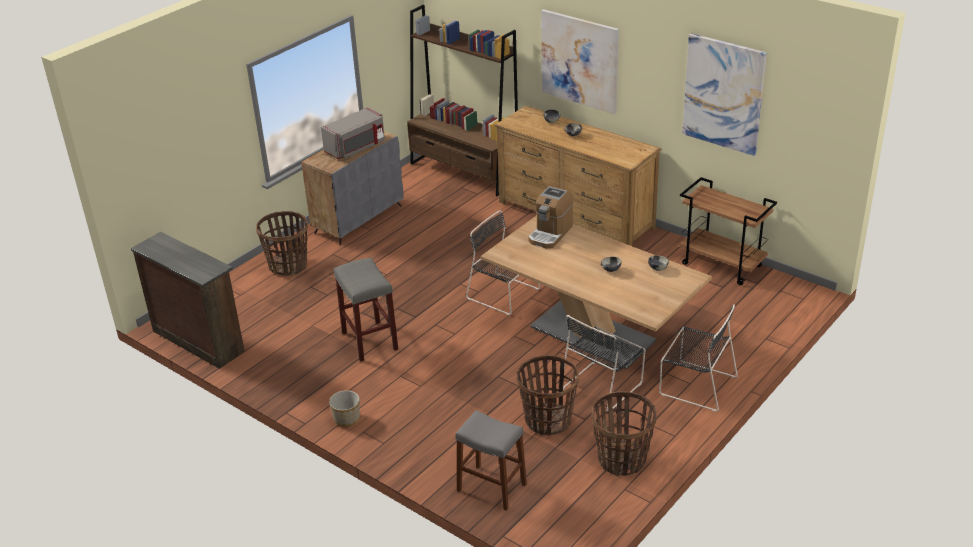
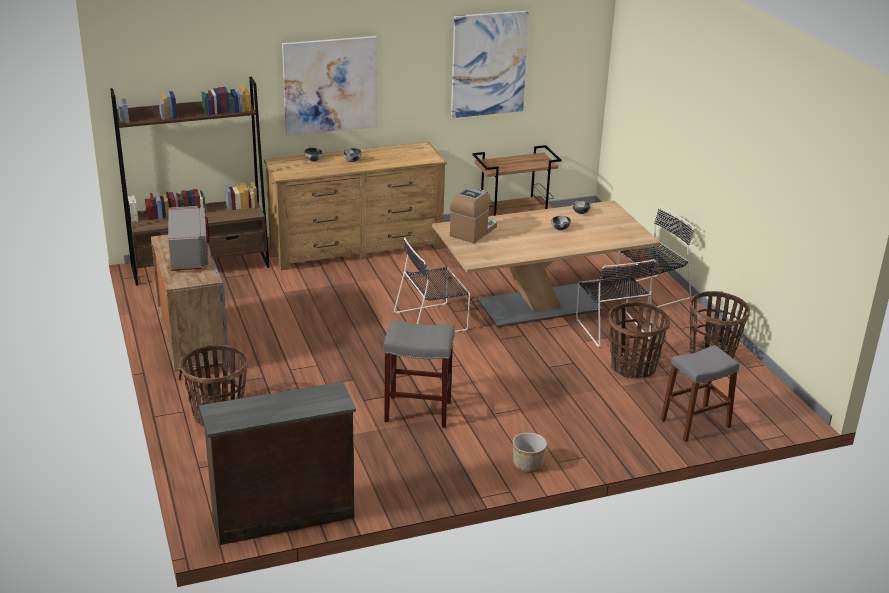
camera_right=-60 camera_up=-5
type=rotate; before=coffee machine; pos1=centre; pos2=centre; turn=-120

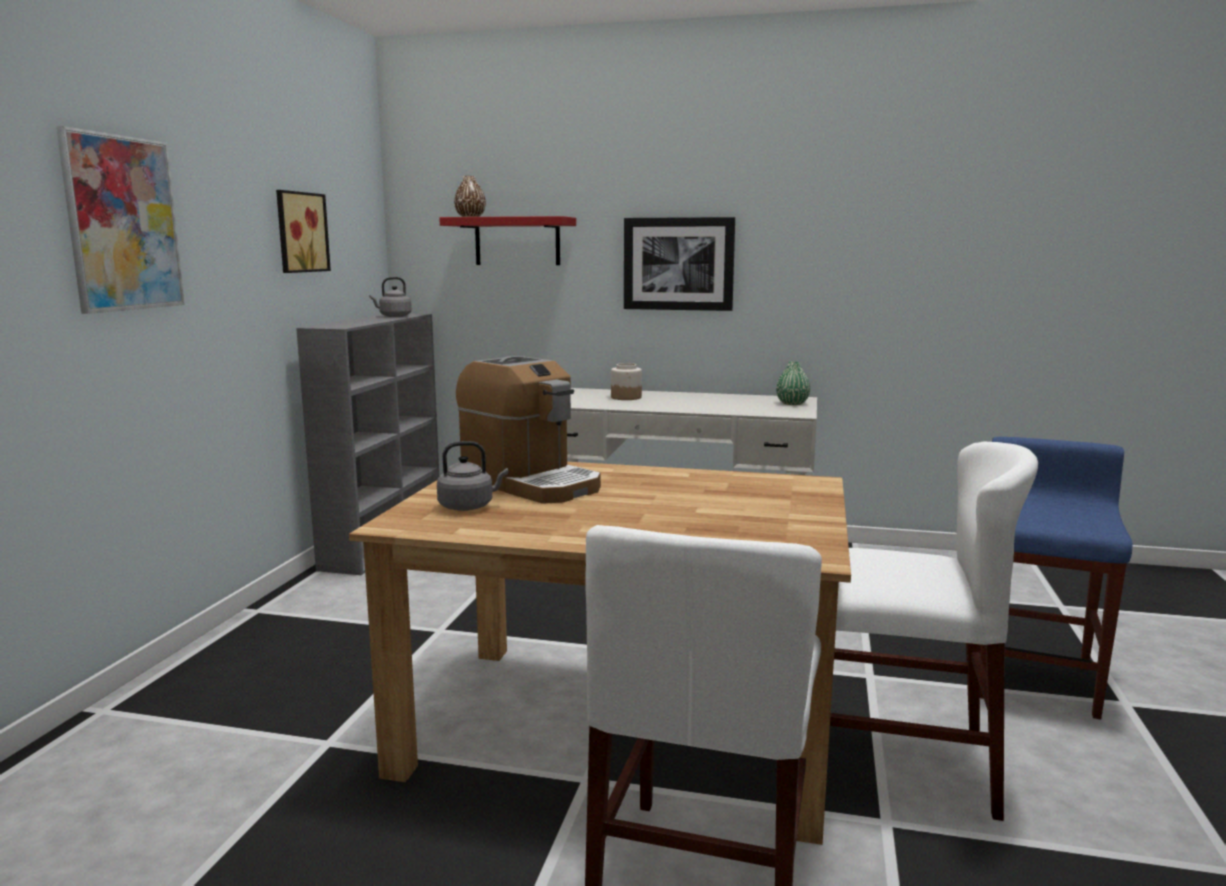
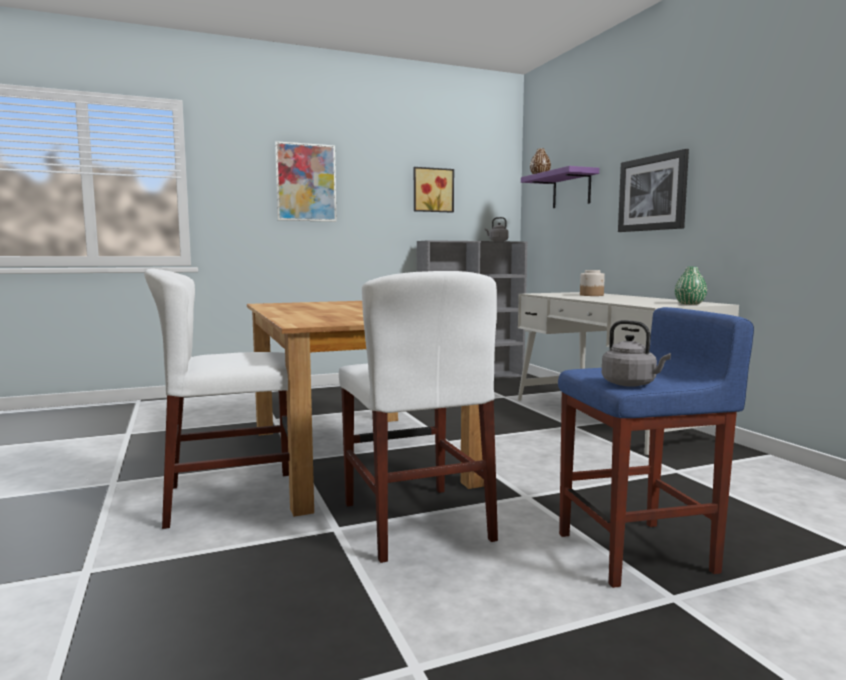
camera_right=55 camera_up=-5
type=recolor; before=red shelf; after=purple shelf; pos1=top centre; pos2=top centre
type=delete; before=coffee machine; pos1=centre
type=move; before=grey kettle (2nd from left); pos1=centre; pos2=middle right

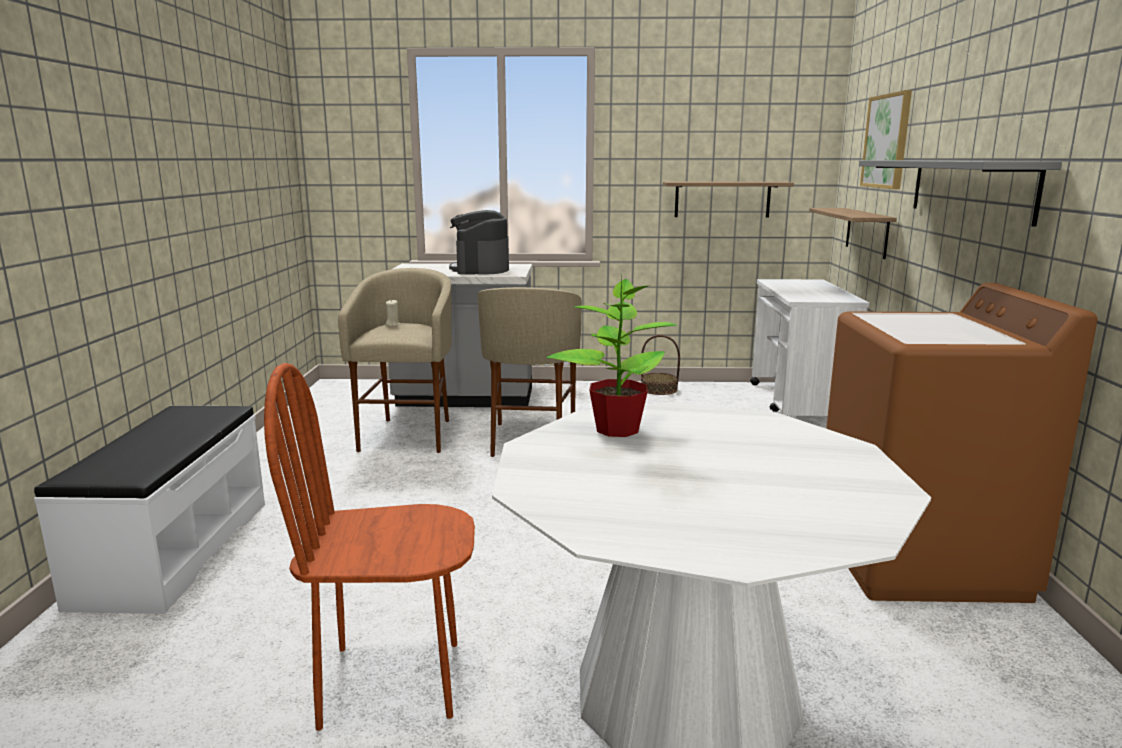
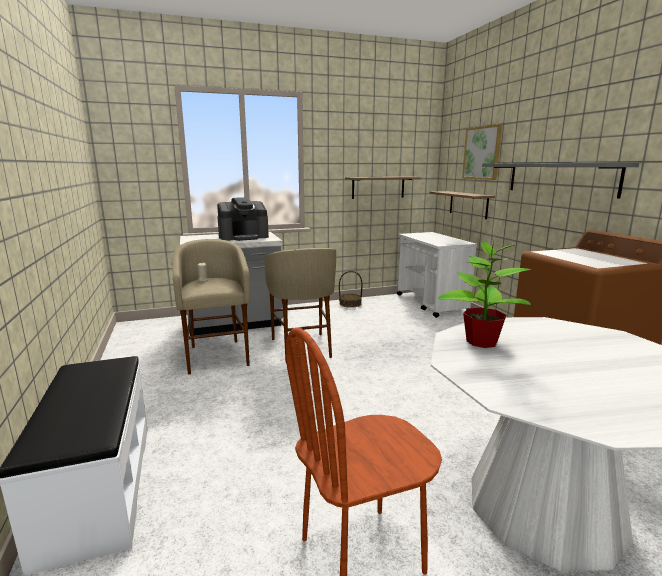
camera_right=-20 camera_up=0
type=rotate; before=coffee machine; pos1=top centre; pos2=centre; turn=-90

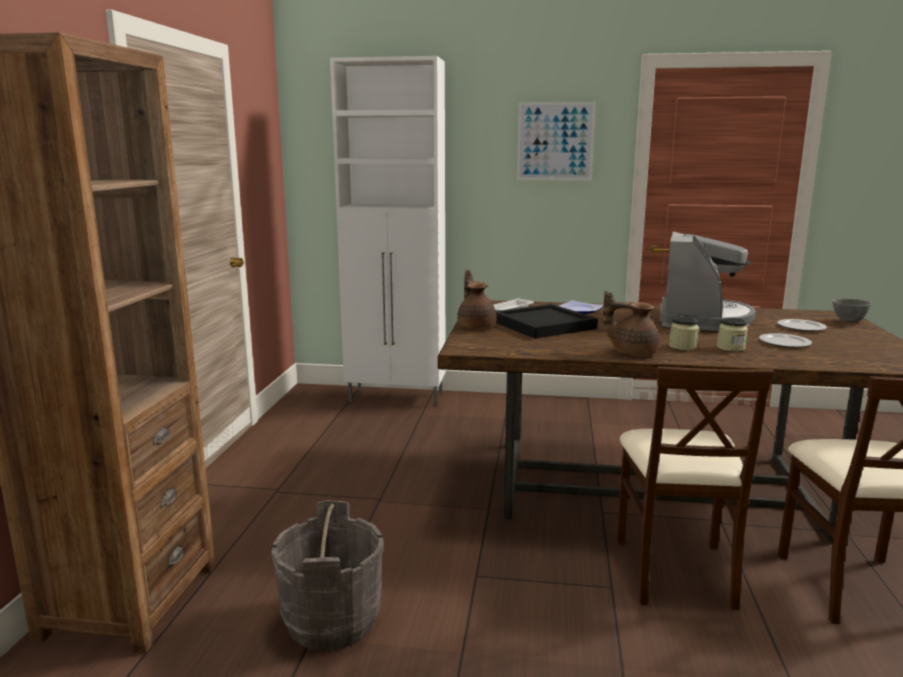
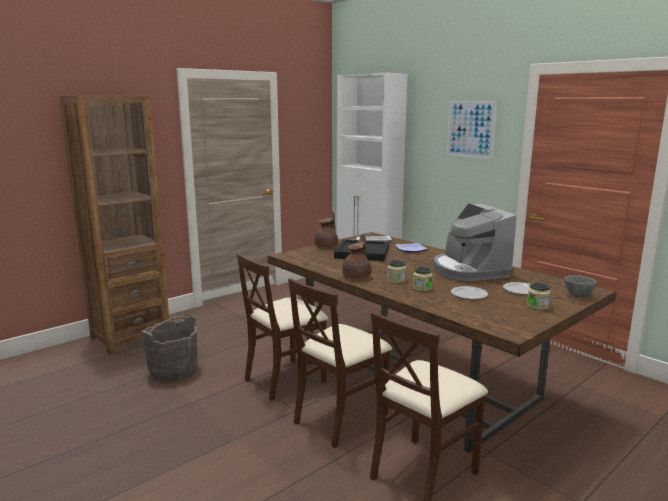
camera_right=40 camera_up=0
type=rotate; before=coffee machine; pos1=middle right; pos2=middle right; turn=105
type=rotate; before=brown teapot (2nd from left); pos1=middle right; pos2=centre; turn=45
type=insert; after=beige chair (1st from left); pos2=centre
type=insert; after=jar (3rd from left); pos2=middle right

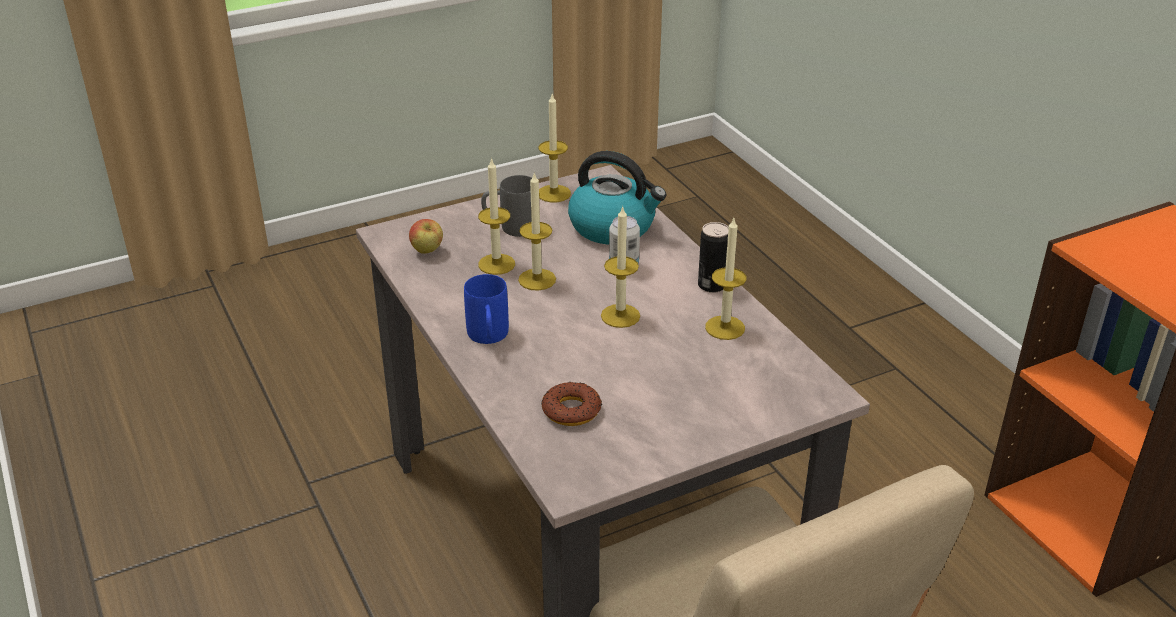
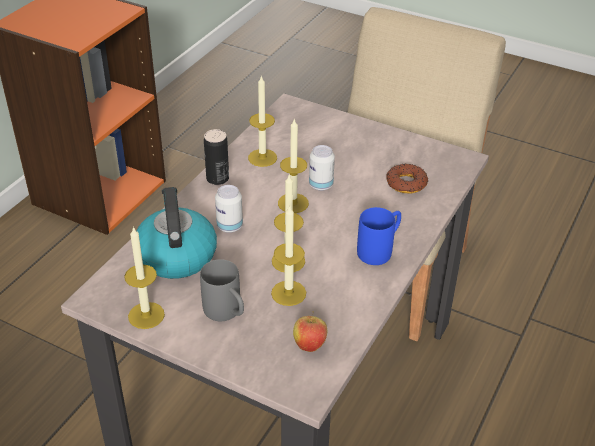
camera_right=-125 camera_up=5
type=insert; after=can (3rd from left); pos2=centre

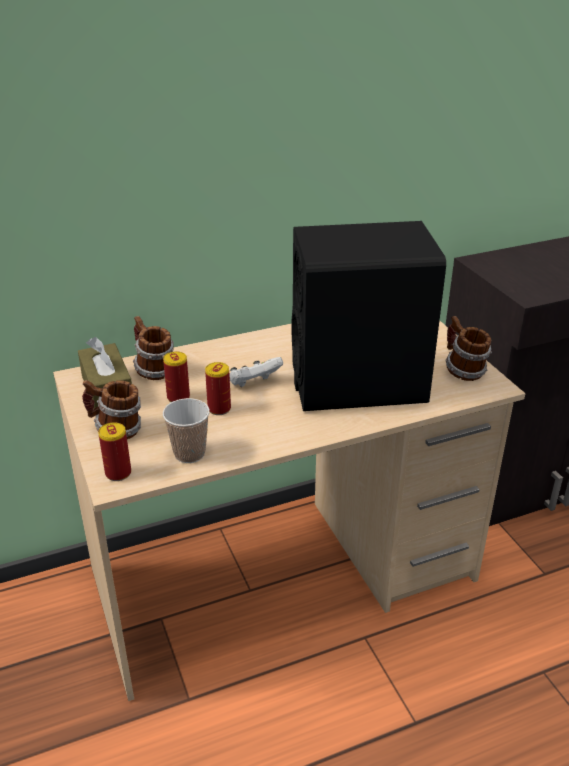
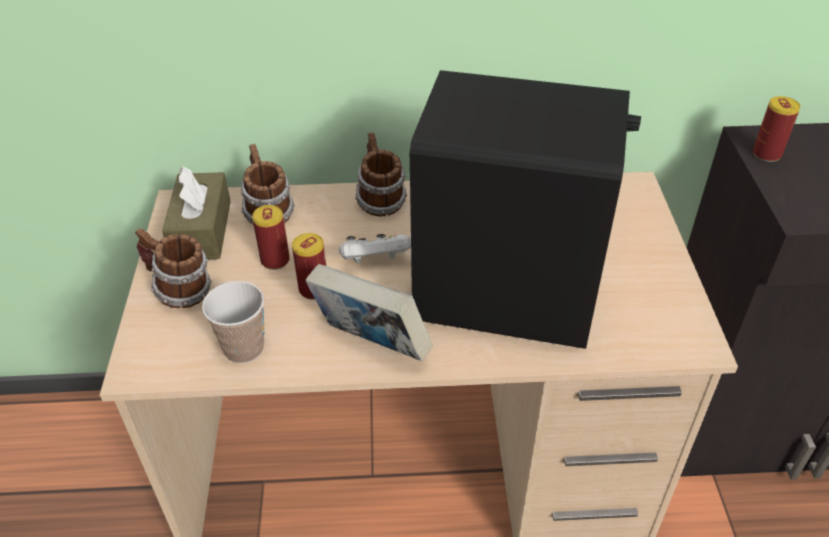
camera_right=20 camera_up=10
type=move; before=mug (3rd from left); pos1=middle right; pos2=top centre
type=move; before=can (1st from left in the first image); after=can (3rd from left); pos1=middle left; pos2=top right
type=insert; after=book; pos2=centre

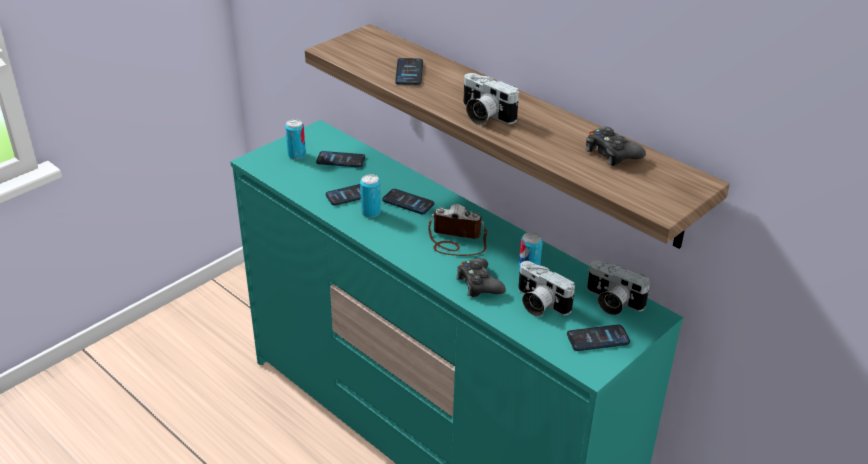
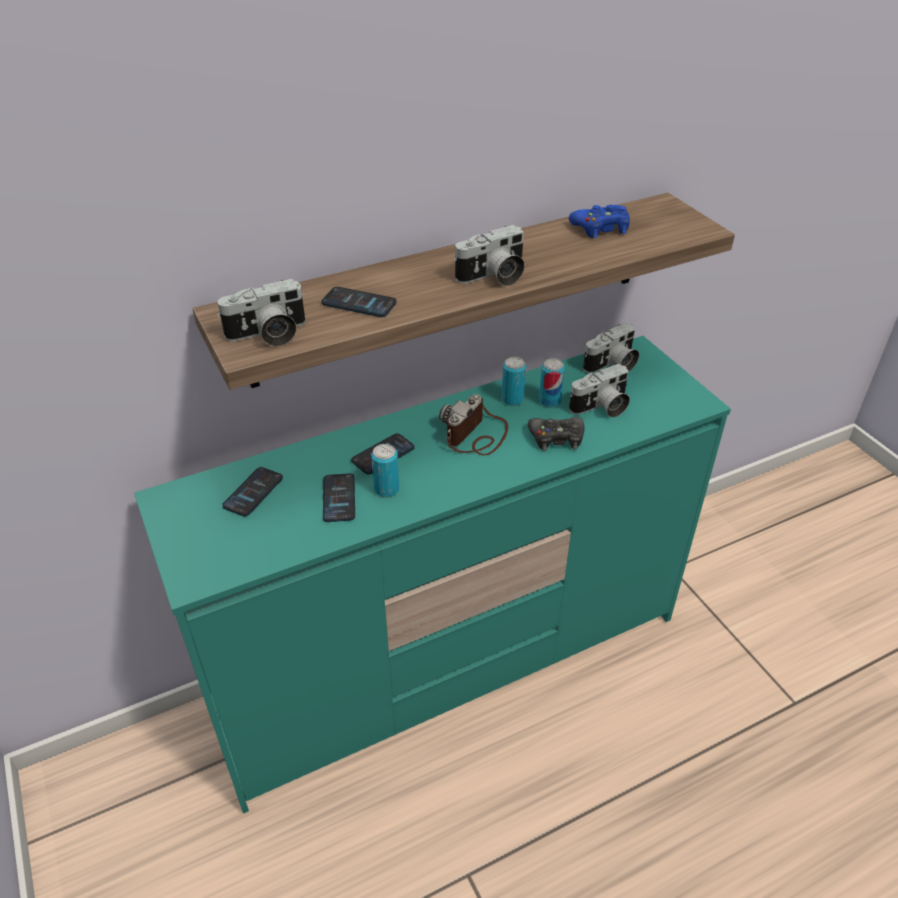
camera_right=-70 camera_up=5
type=move; before=can (1st from left in the first image); after=can (2nd from left); pos1=top centre; pos2=centre
type=recolor; before=black game controller (2nd from left); after=blue game controller; pos1=top right; pos2=top right
type=delete; before=phone (5th from left); pos1=bottom right
type=insert; after=photo camera (1st from left); pos2=middle left

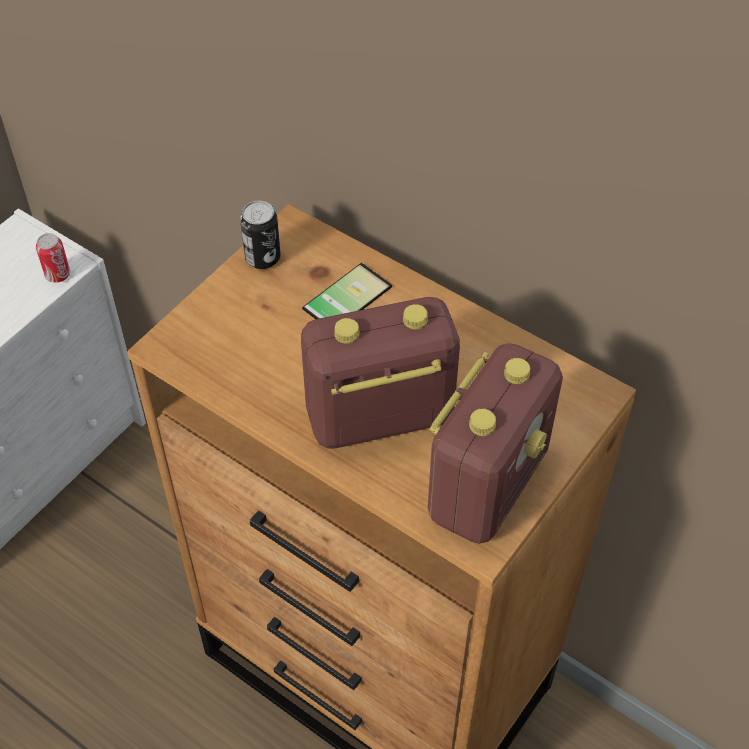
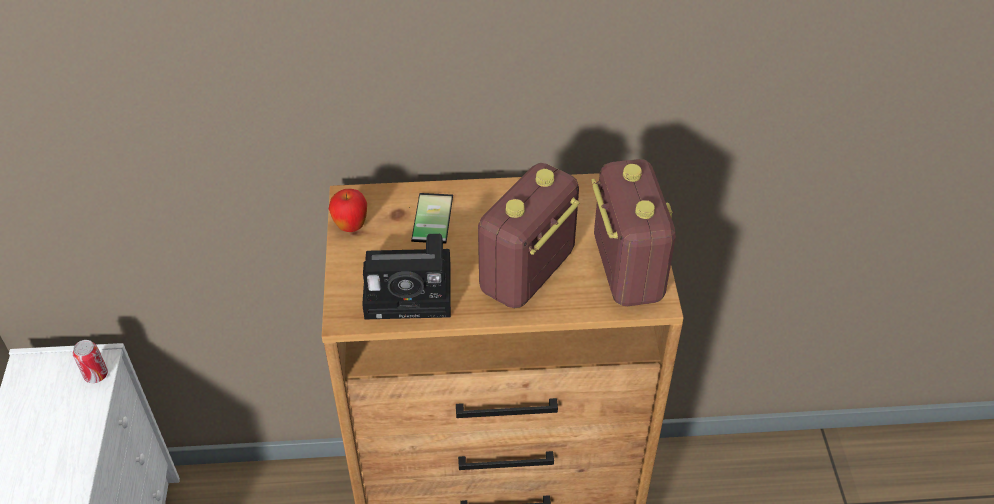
camera_right=-40 camera_up=-5
type=replace; before=can (2nd from left); after=apple; pos1=top centre; pos2=centre
type=insert; after=photo camera; pos2=centre

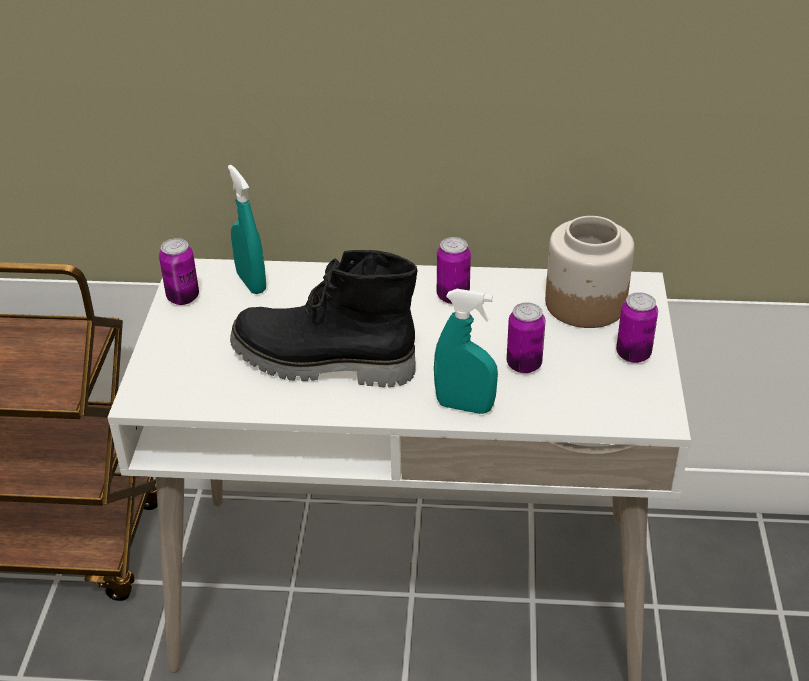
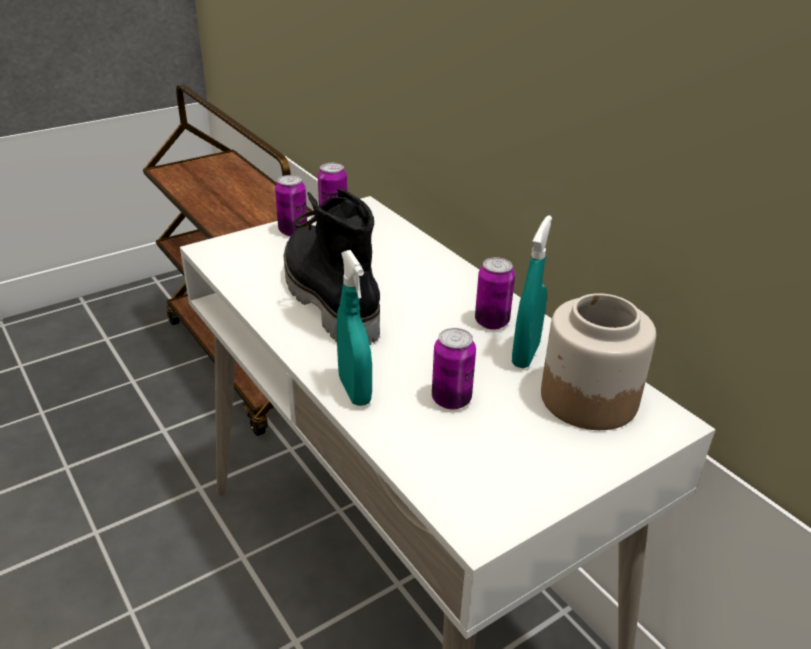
camera_right=50 camera_up=-5
type=move; before=turquoise spray bottle (1st from left in the first image); after=turquoise spray bottle (2nd from left); pos1=middle left; pos2=centre
type=move; before=can (4th from left in the first image); after=can (1st from left); pos1=middle right; pos2=top centre

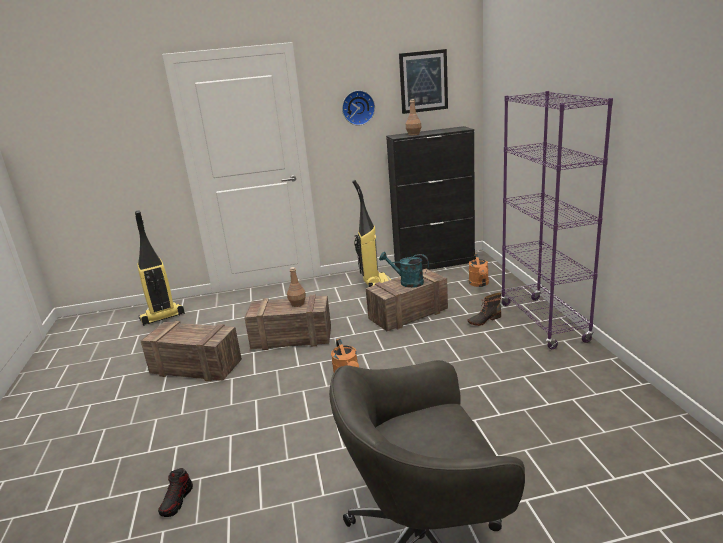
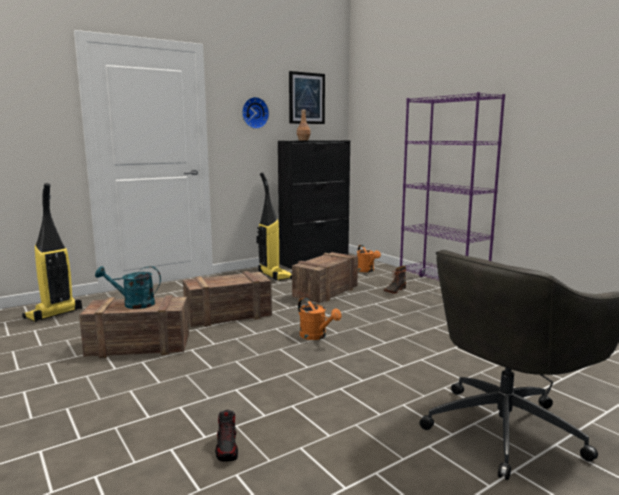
camera_right=-25 camera_up=-10
type=move; before=turquoise watering can; pos1=centre; pos2=middle left
type=delete; before=brown bottle (1st from left); pos1=centre

